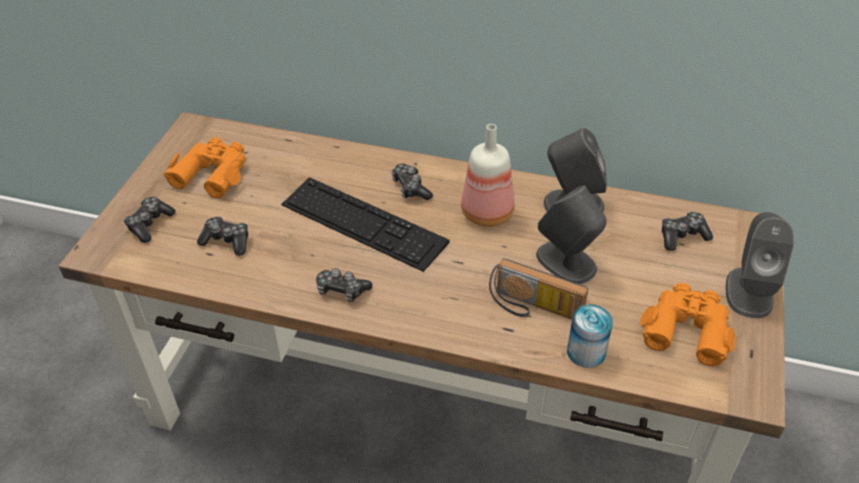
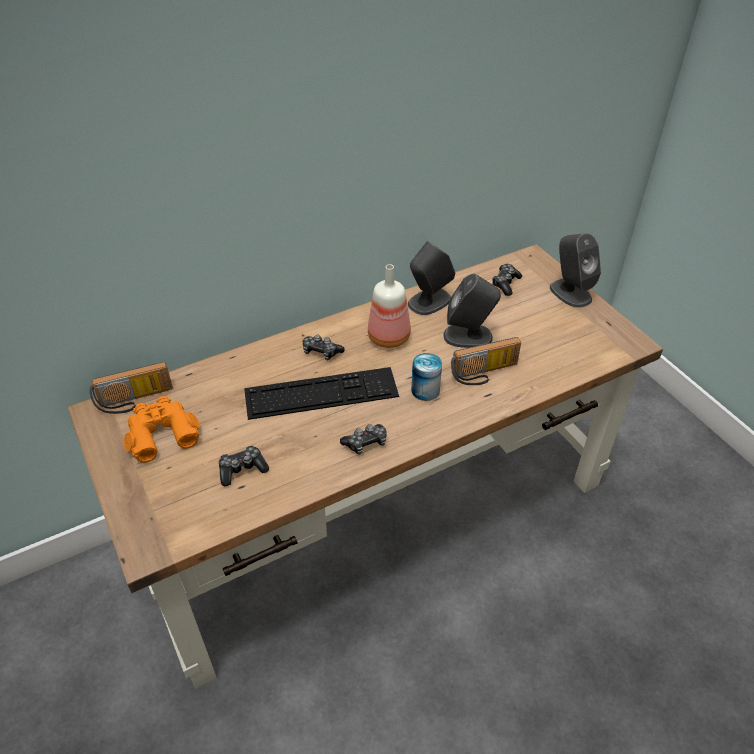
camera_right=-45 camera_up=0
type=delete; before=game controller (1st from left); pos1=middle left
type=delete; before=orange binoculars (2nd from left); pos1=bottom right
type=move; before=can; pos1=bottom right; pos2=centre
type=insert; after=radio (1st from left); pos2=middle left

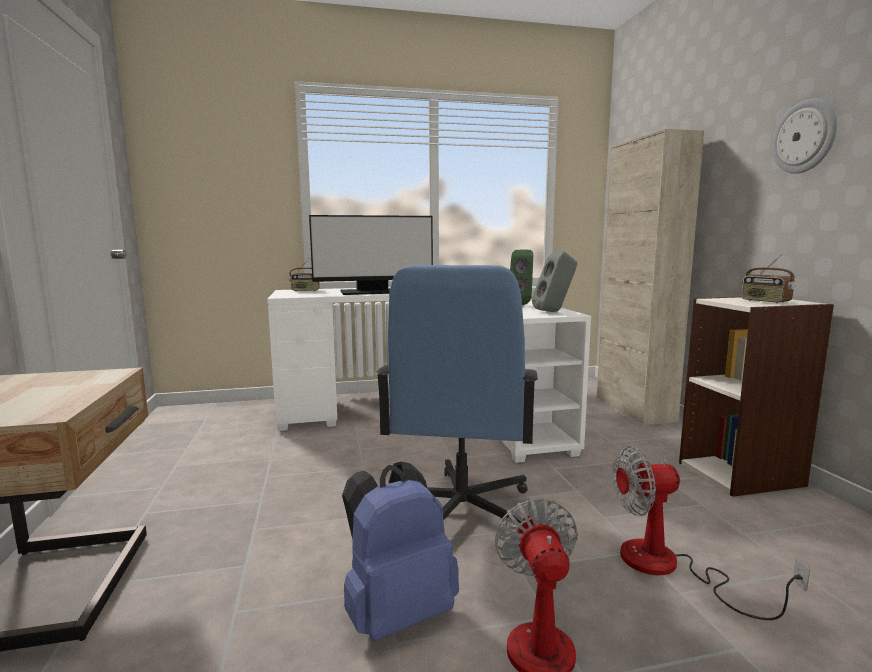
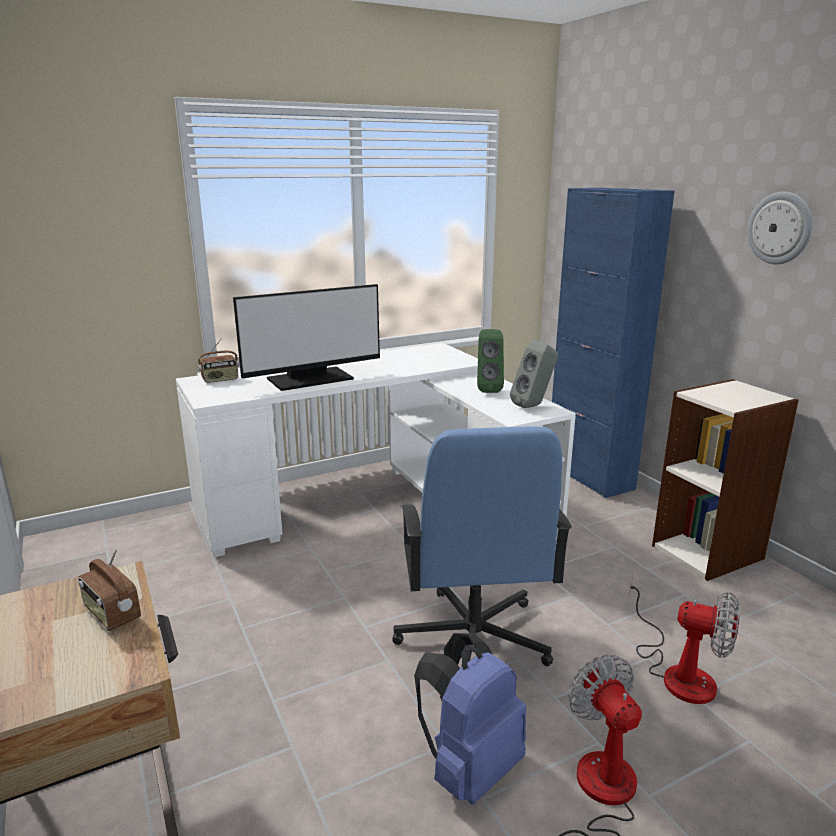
camera_right=-15 camera_up=10
type=recolor; before=beige cabinet; after=blue cabinet; pos1=middle right; pos2=middle right
type=move; before=radio (2nd from left in the first image); after=radio (1st from left); pos1=middle right; pos2=bottom left
type=rotate; before=fan (2nd from left); pos1=bottom right; pos2=bottom right; turn=-135

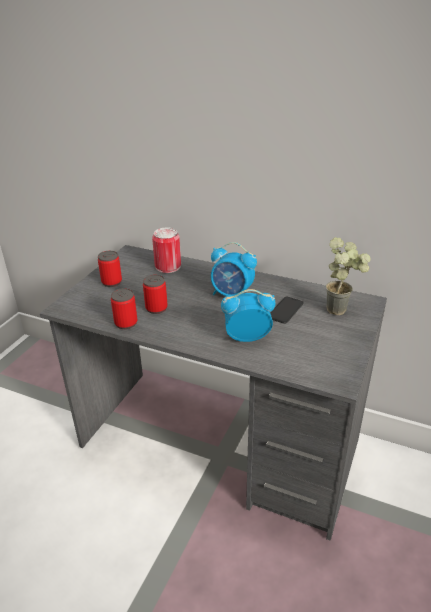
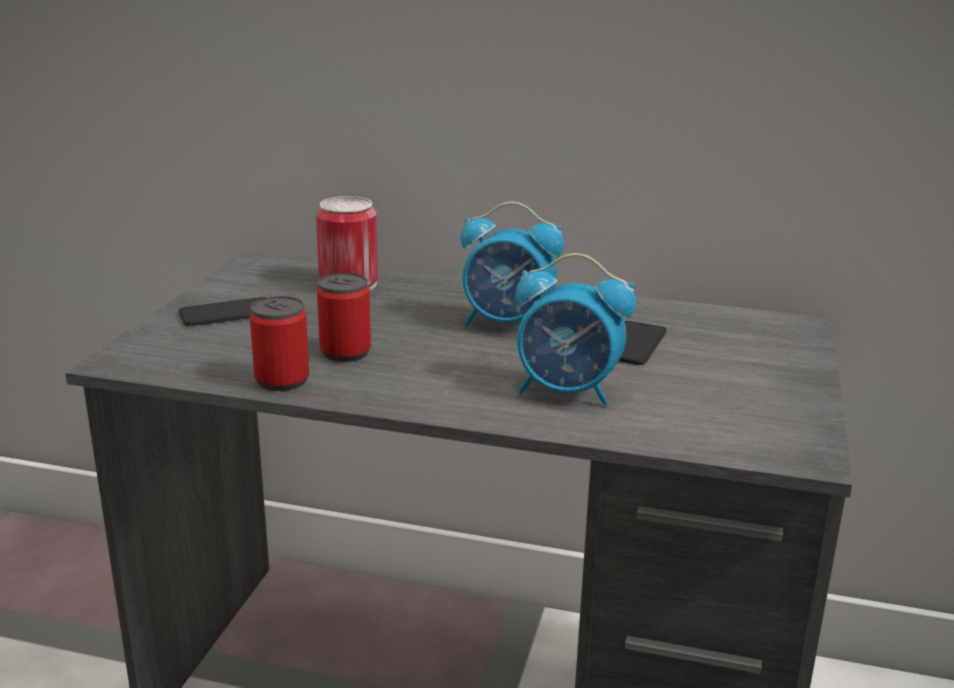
camera_right=-10 camera_up=-10
type=delete; before=potted plant; pos1=middle right
type=replace; before=can (1st from left); after=phone (1st from left); pos1=middle left; pos2=middle left
type=rotate; before=alarm clock (2nd from left); pos1=centre; pos2=centre; turn=-150

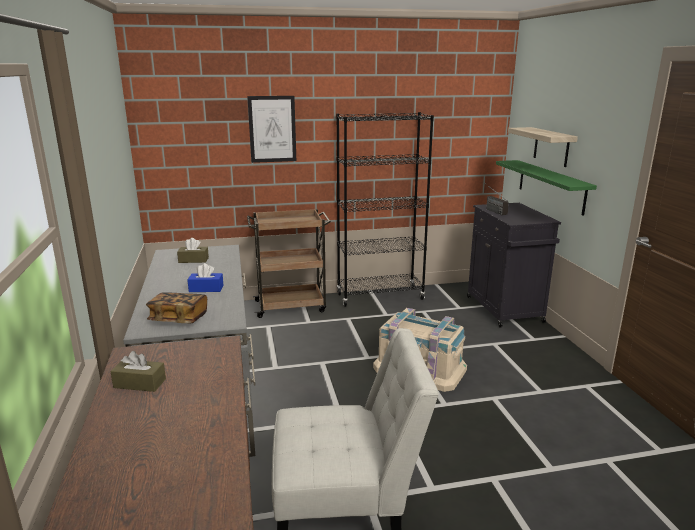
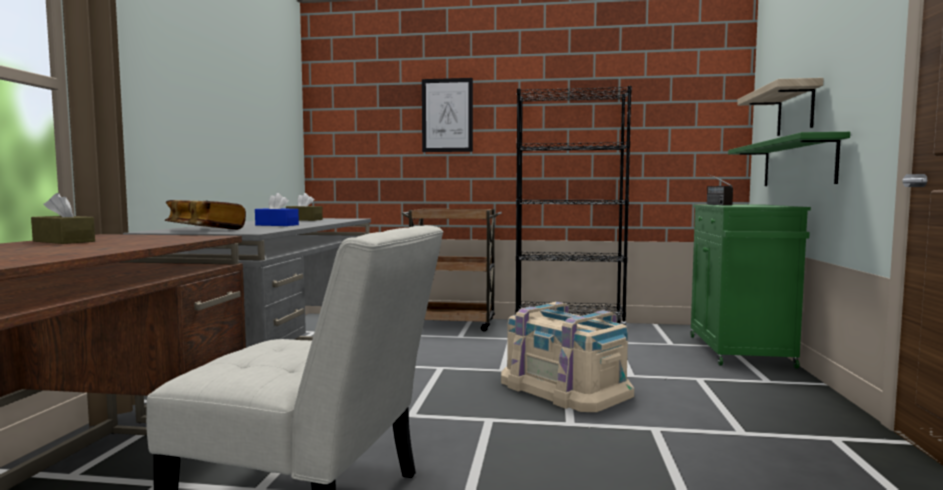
camera_right=20 camera_up=-15
type=recolor; before=black cabinet; after=green cabinet; pos1=middle right; pos2=middle right

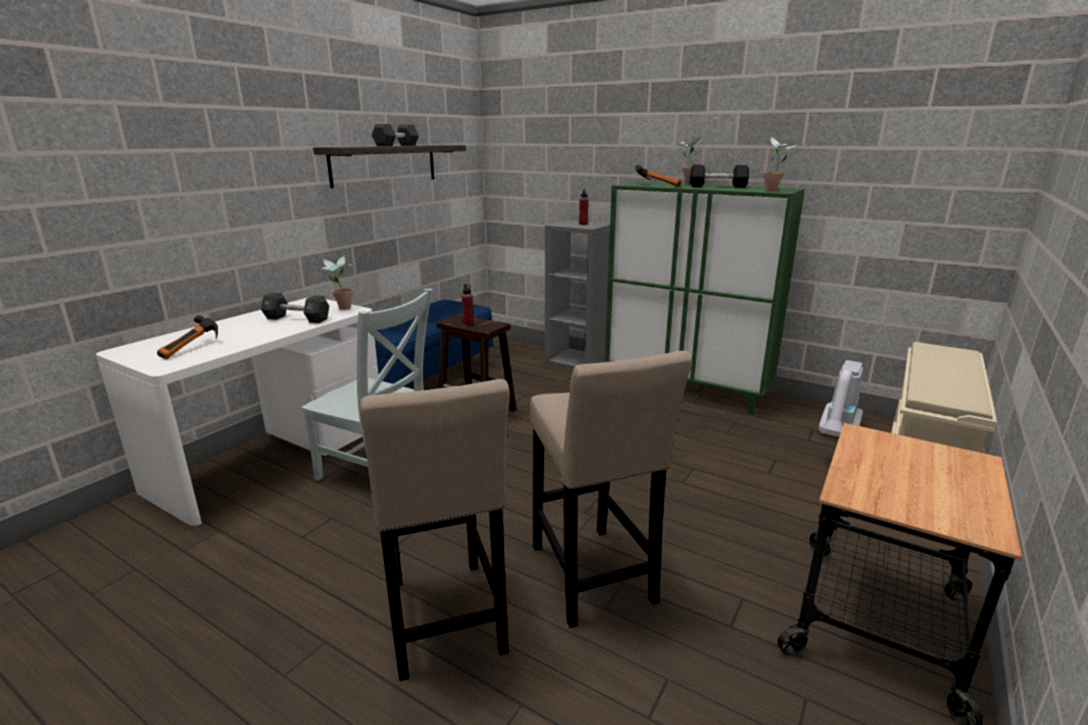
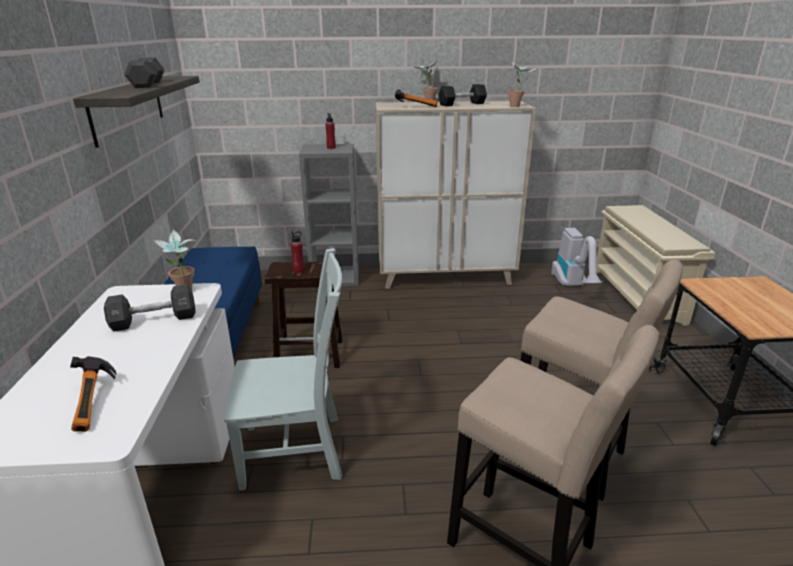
camera_right=-35 camera_up=5
type=recolor; before=green cabinet; after=beige cabinet; pos1=centre; pos2=centre

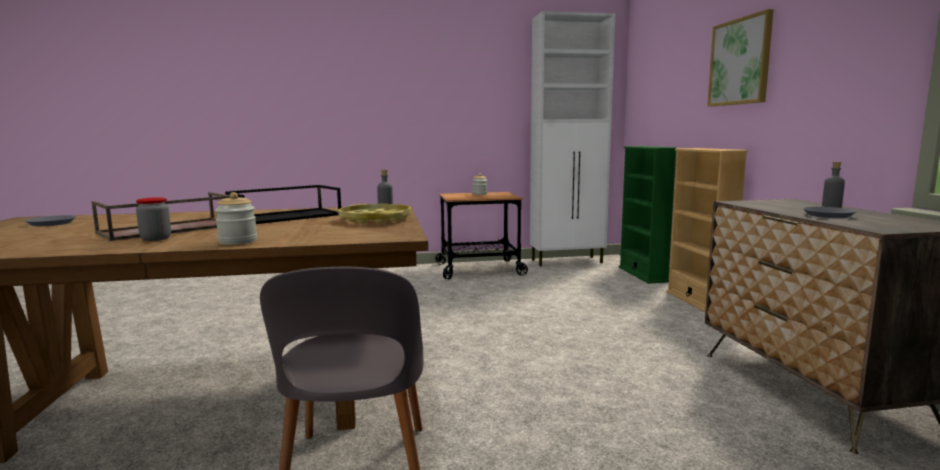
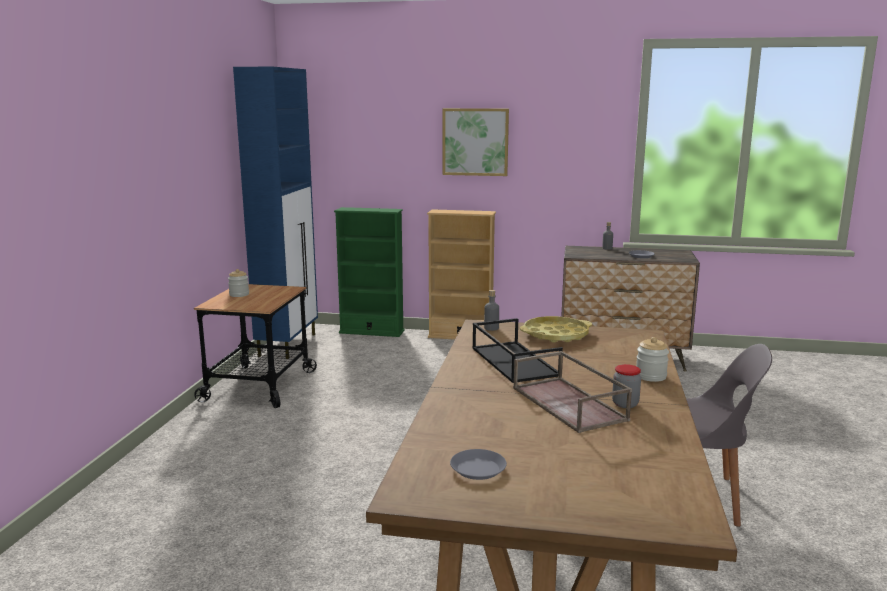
camera_right=-70 camera_up=5
type=recolor; before=white cabinet; after=blue cabinet; pos1=top centre; pos2=middle left

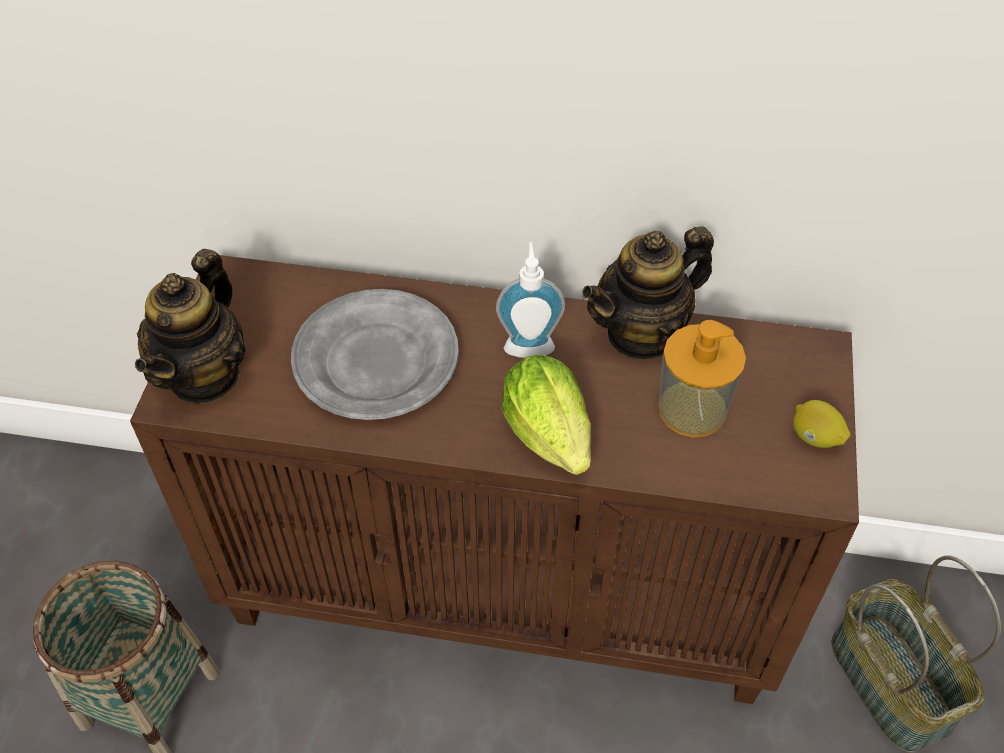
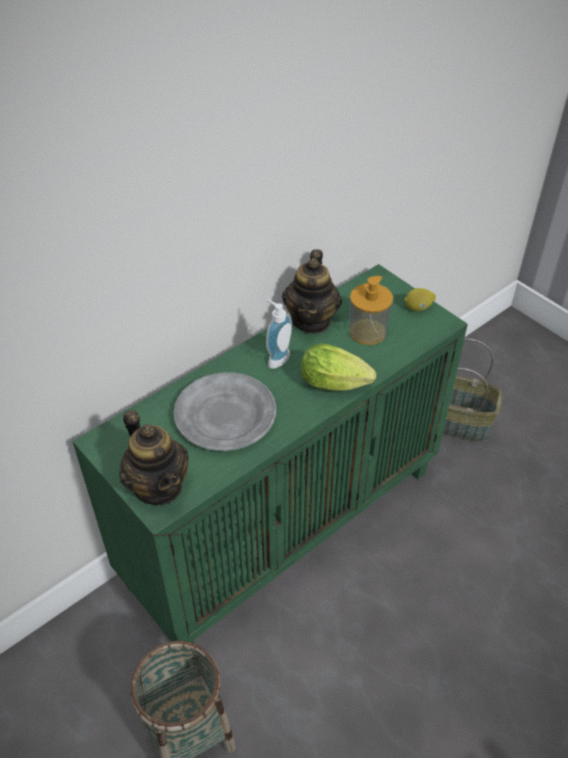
camera_right=-50 camera_up=-5
type=recolor; before=brown cabinet; after=green cabinet; pos1=centre; pos2=centre

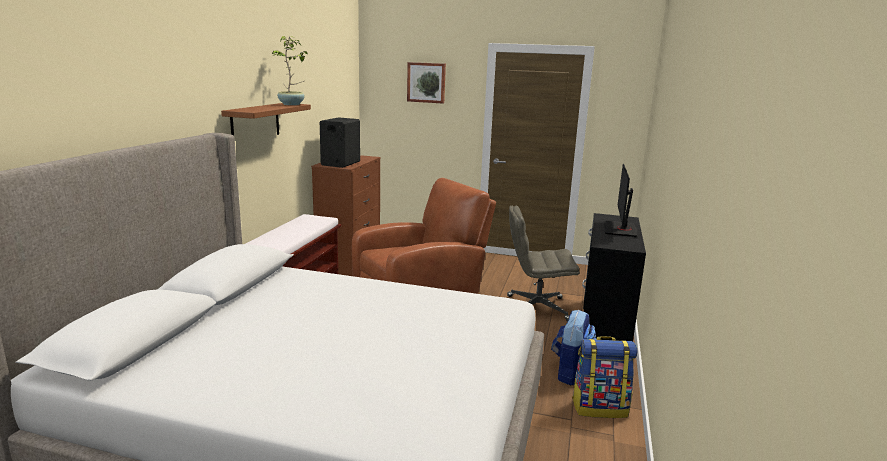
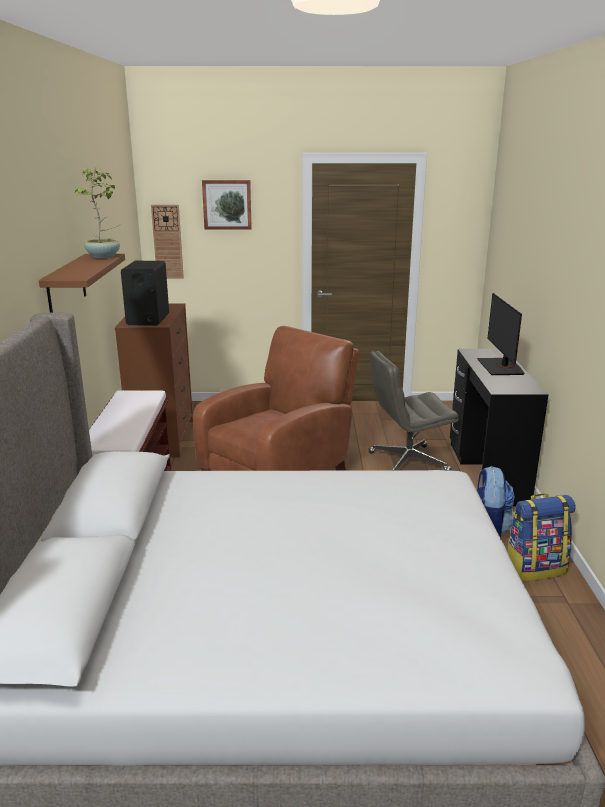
camera_right=-15 camera_up=5
type=insert; after=wall clock; pos2=top left

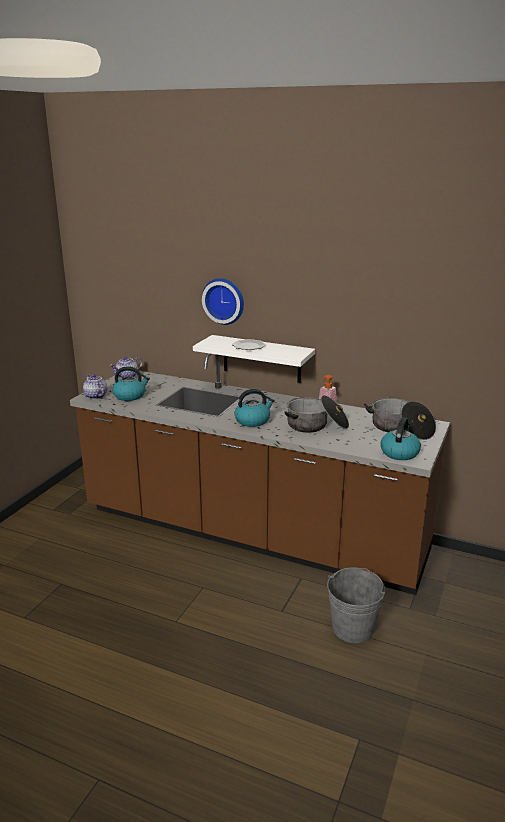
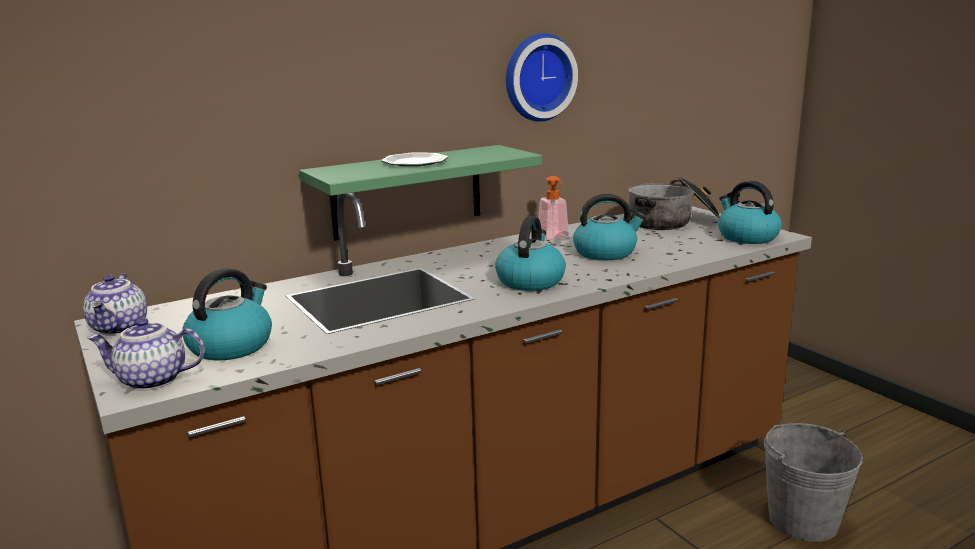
camera_right=-55 camera_up=-5
type=move; before=wall clock; pos1=centre; pos2=top centre
type=recolor; before=white shelf; after=green shelf; pos1=centre; pos2=centre
type=replace; before=cooking pot (1st from left); after=kettle (3rd from left); pos1=centre; pos2=centre

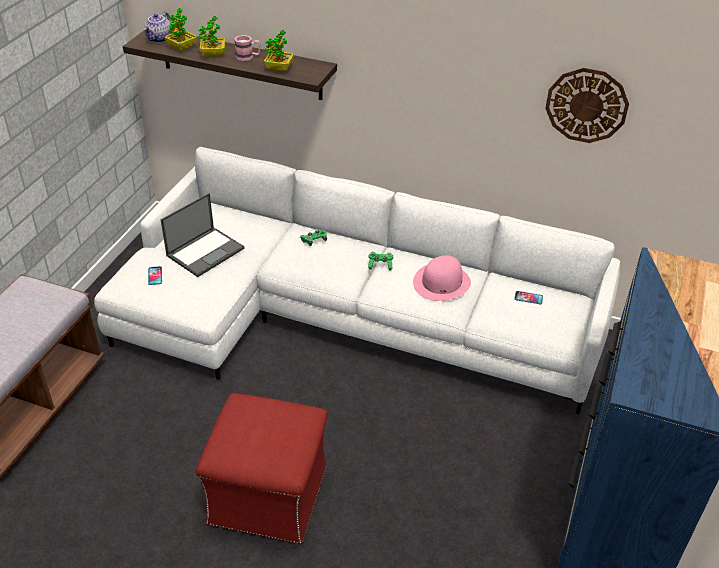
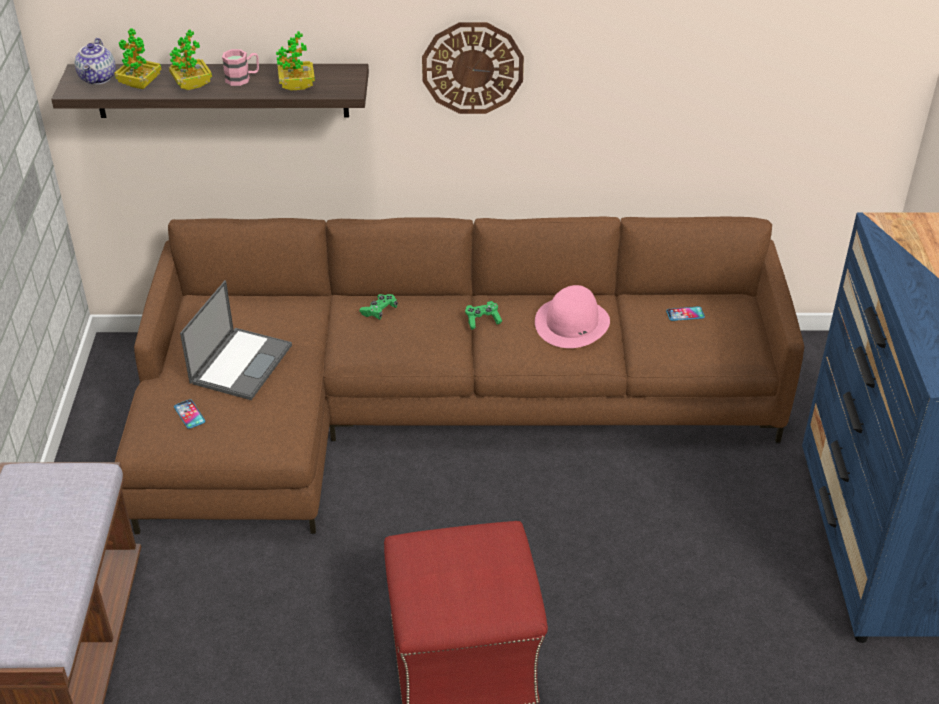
camera_right=-20 camera_up=0
type=move; before=wall clock; pos1=top right; pos2=top centre
type=recolor; before=white sofa; after=brown sofa; pos1=centre; pos2=centre

